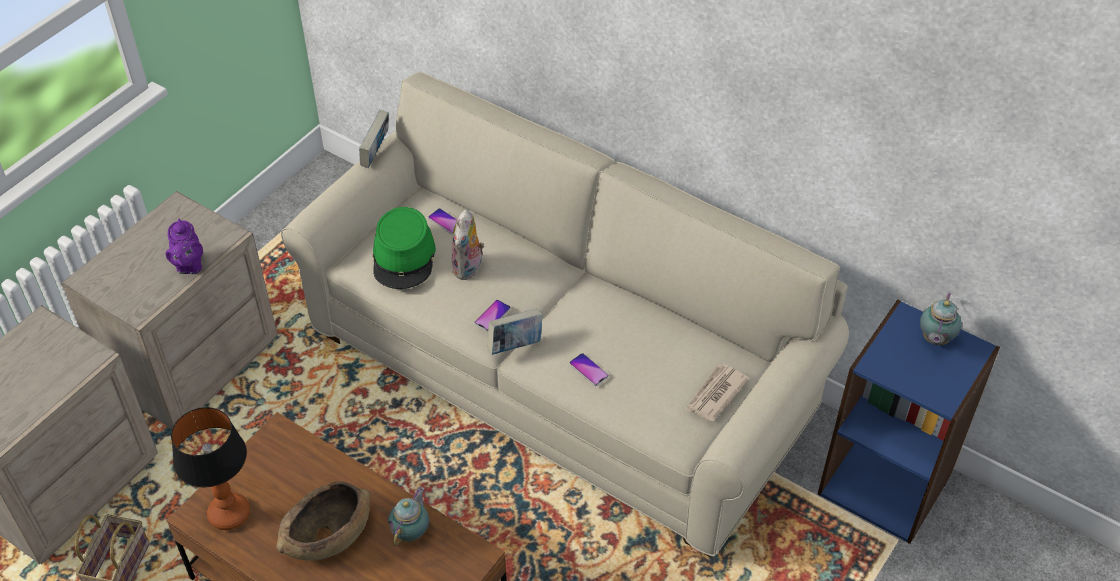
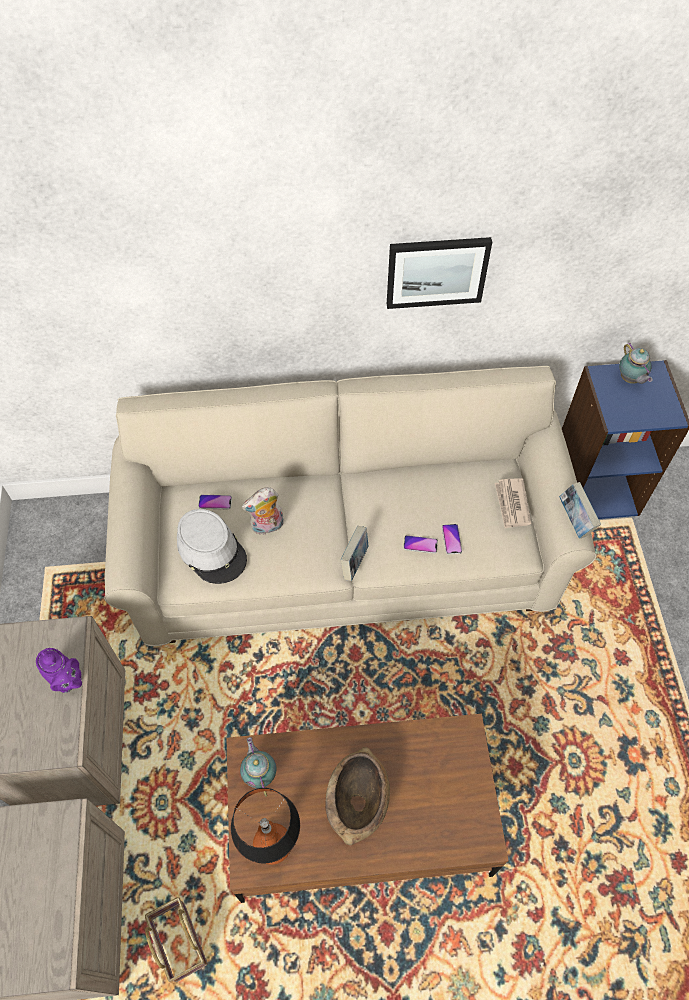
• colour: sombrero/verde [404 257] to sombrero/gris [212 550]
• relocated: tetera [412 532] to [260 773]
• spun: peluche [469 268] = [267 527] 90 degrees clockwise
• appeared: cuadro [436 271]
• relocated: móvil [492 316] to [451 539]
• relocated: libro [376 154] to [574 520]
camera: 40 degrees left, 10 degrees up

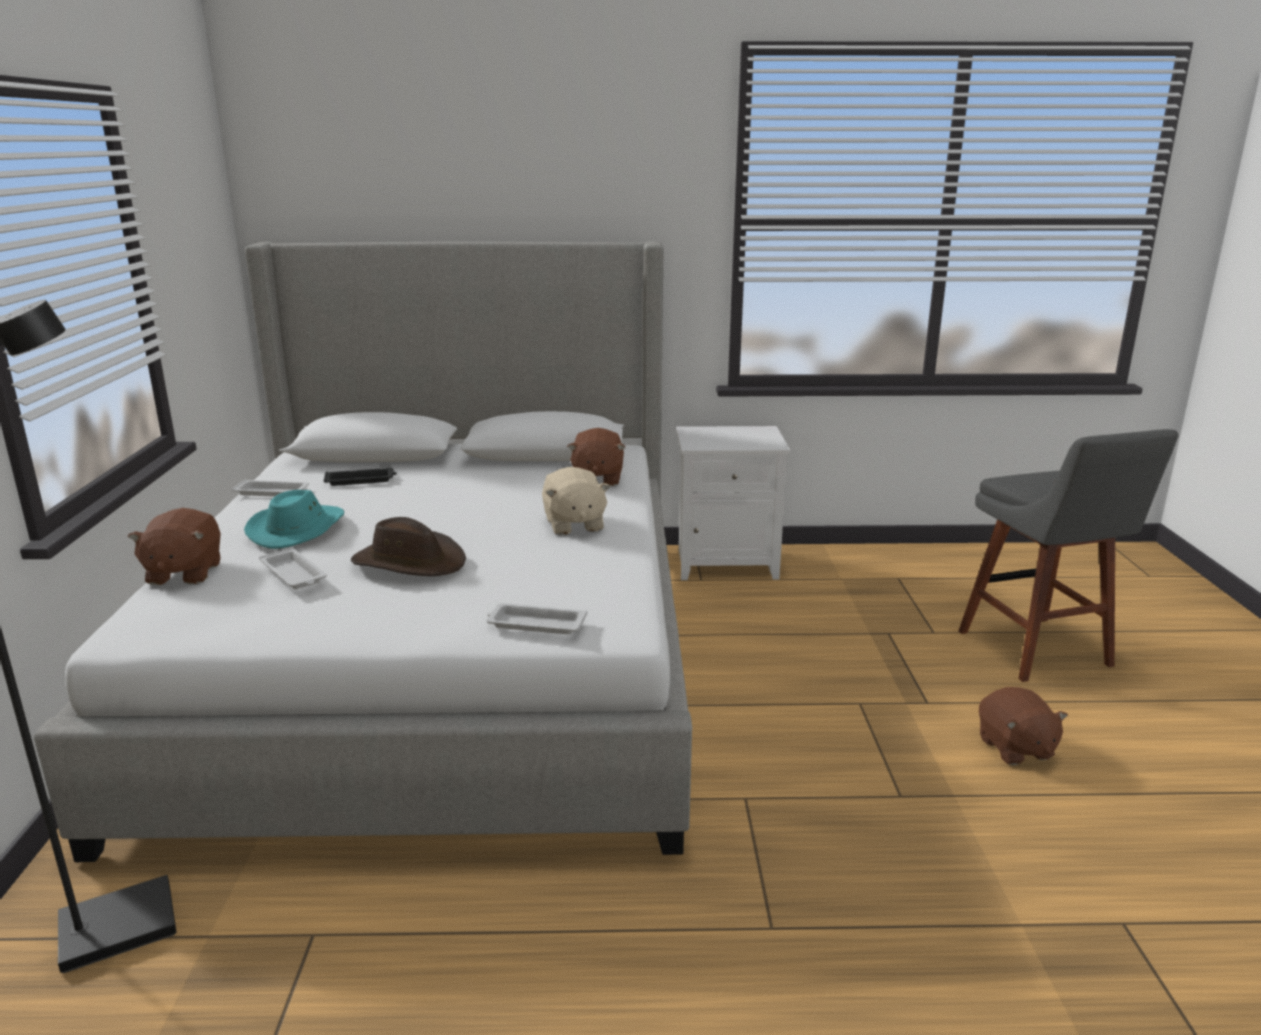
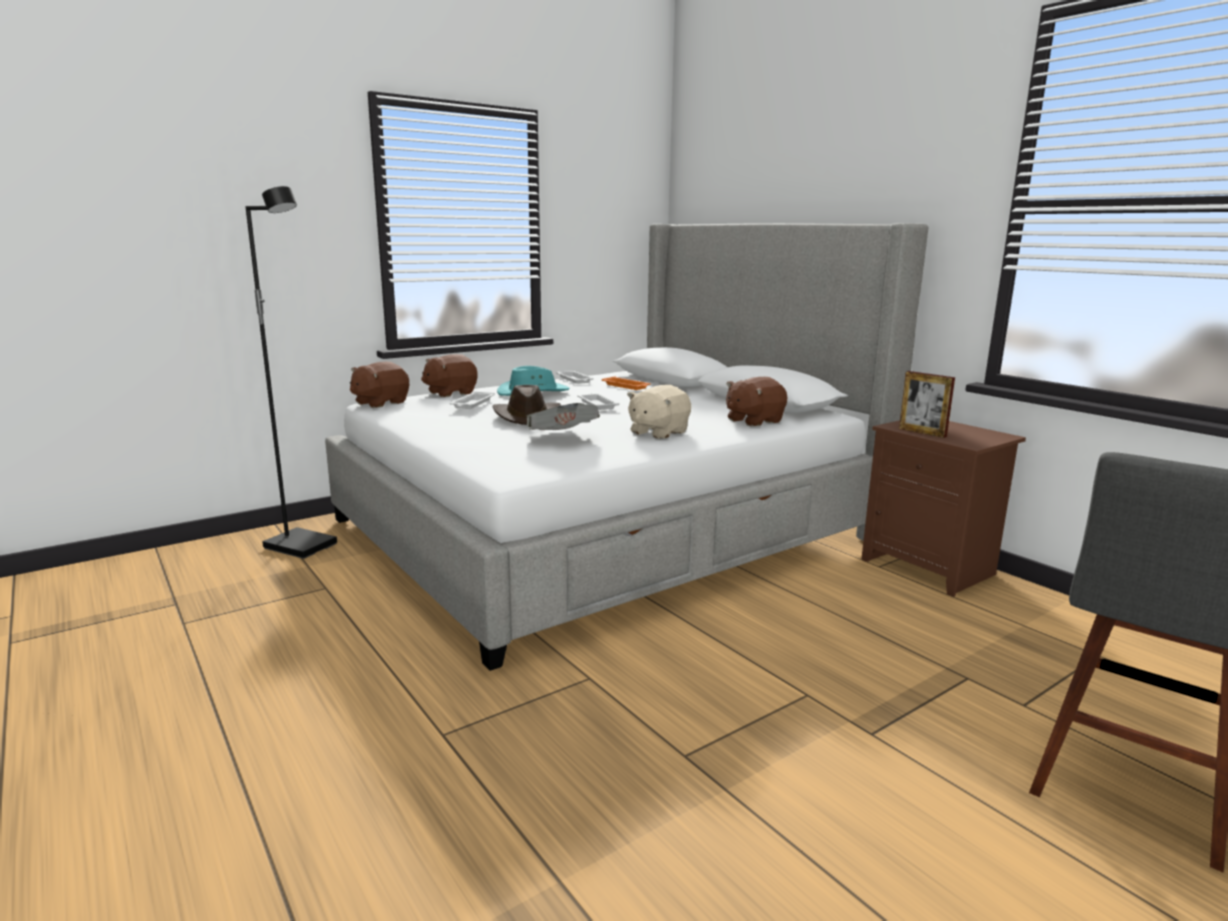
• relocated: peluche/marrón [1015 748] to [380 403]
• appeared: periódico [562 439]
• relocated: bandeja/blanco [535 624] to [597 404]
• colour: bandeja/negro [361 480] to bandeja/naranja [626 386]
• colour: mesita de noche/blanco [727 563] to mesita de noche/marrón [931 567]
• appeared: portarretratos [922 432]
camera: 55 degrees right, 5 degrees down

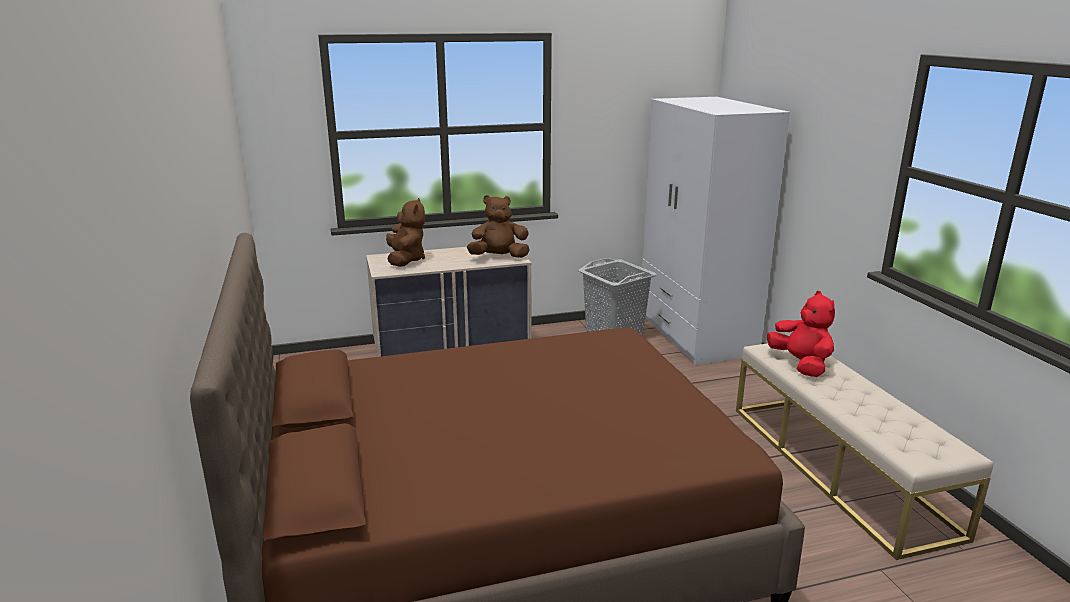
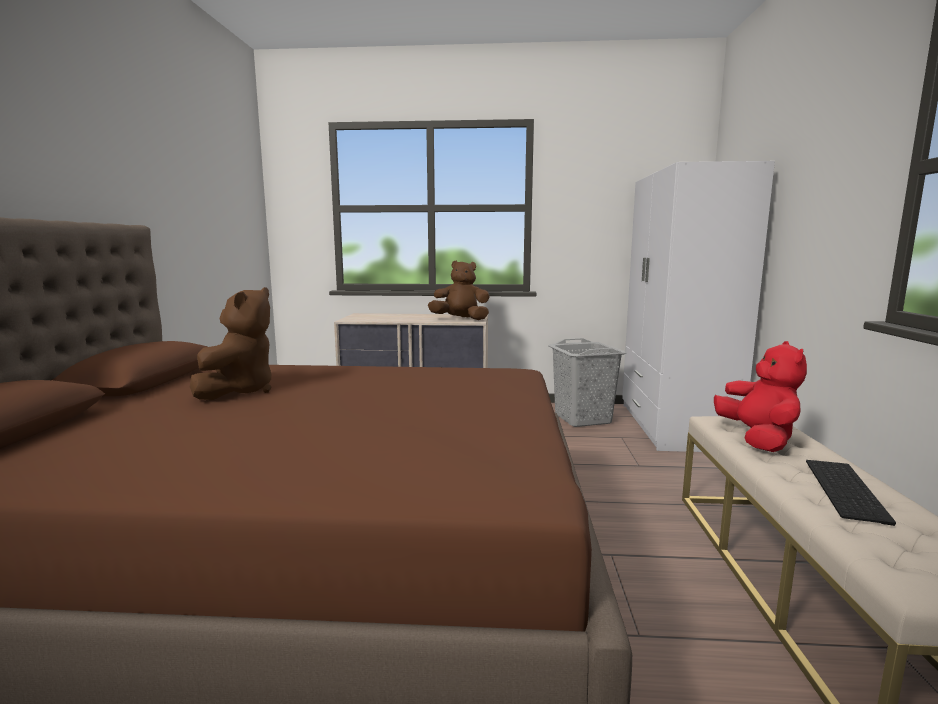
• relocated: peluche/marrón [405 260] to [239 391]
• appeared: teclado [848 490]
camera: 20 degrees right, 10 degrees down

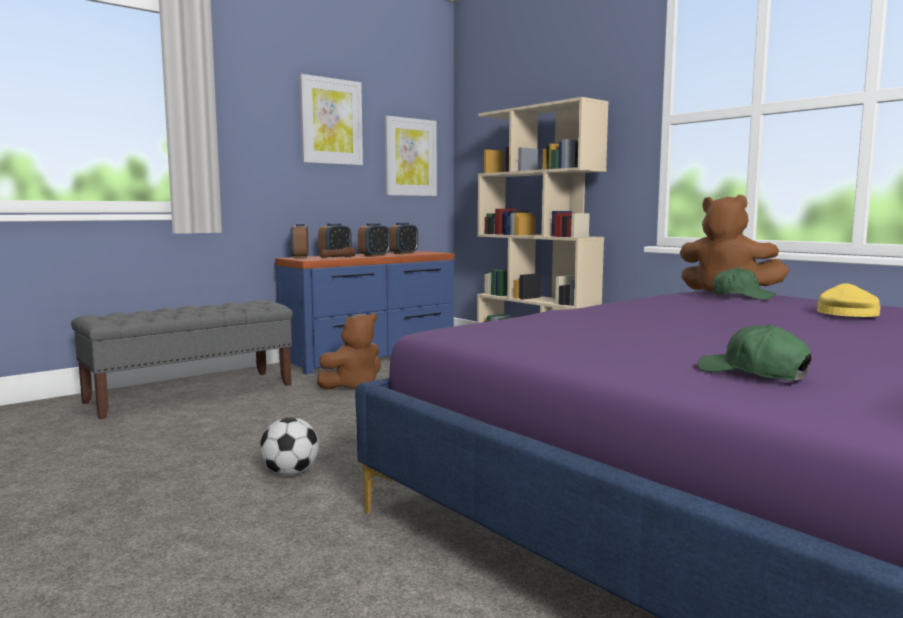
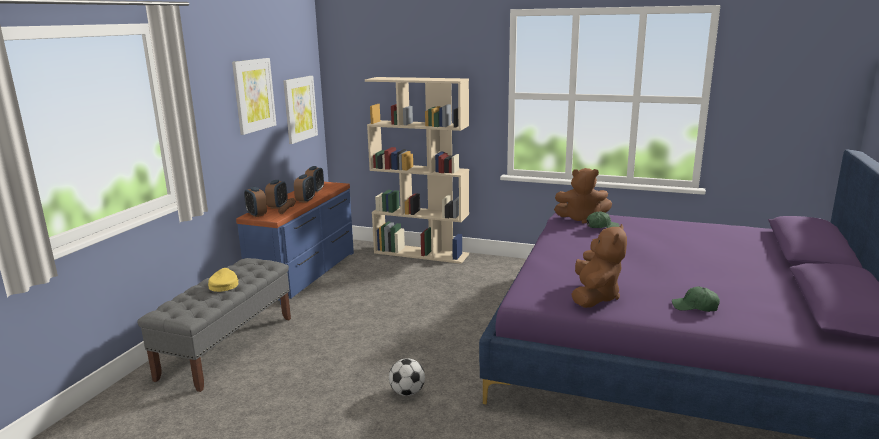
• relocated: gorra/amarillo [846 313] to [224 285]
• relocated: peluche/marrón [353 386] to [594 297]
camera: 30 degrees left, 10 degrees up

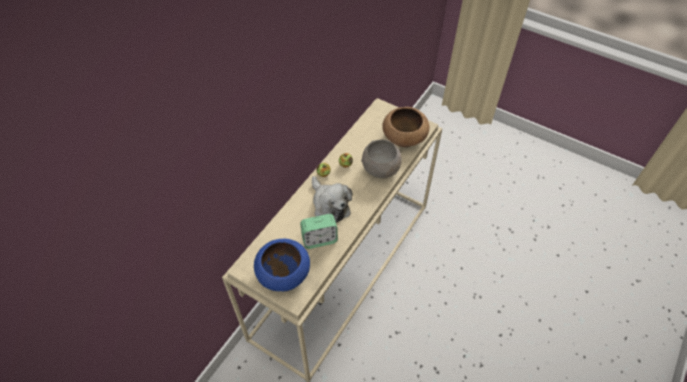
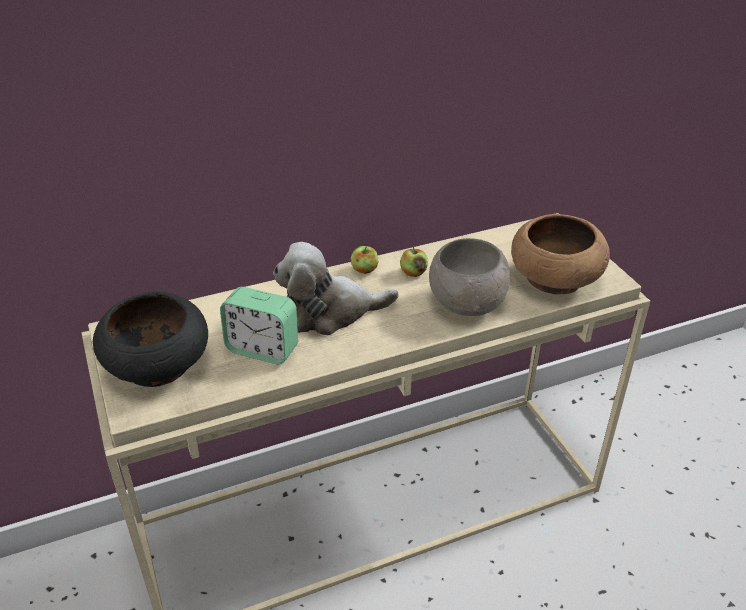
• colour: cuenco/azul [284 274] to cuenco/negro [158 367]
• spun: peluche [329 205] = [330 312] 75 degrees clockwise
camera: 35 degrees right, 15 degrees down

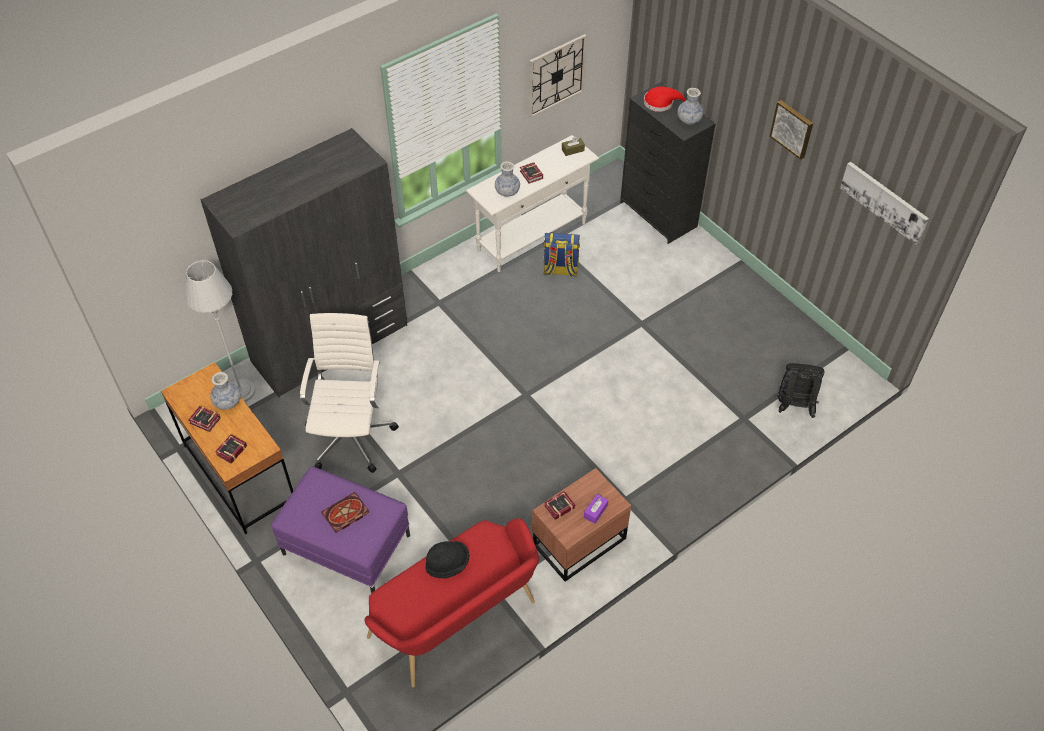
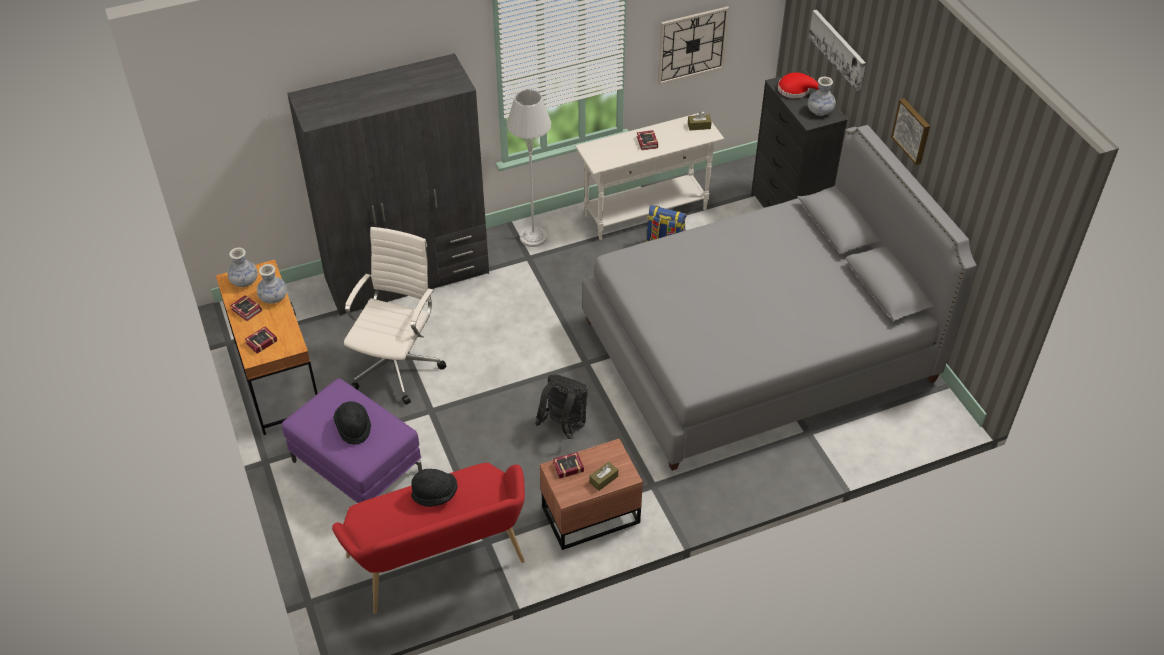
• relocated: florero [507 191] to [244 281]
• exchanged: libro [345 514] to sombrero/negro [353 428]
• relocated: lámpara de pie/gris [241 391] to [533 237]
• relocated: mochila/negro [794 406] to [564 425]
• appeared: cama/gris [758 350]
• colour: caja de pañuelos/morado [595 511] to caja de pañuelos/marrón [603 479]
• relocated: cuadro [884 201] to [838 49]
camera: 15 degrees right, 5 degrees down

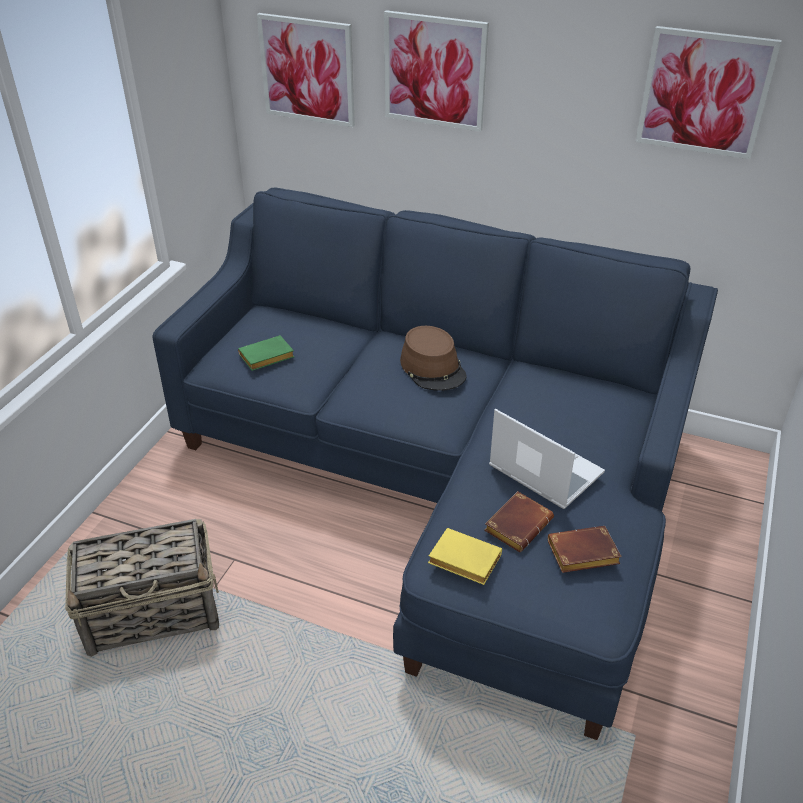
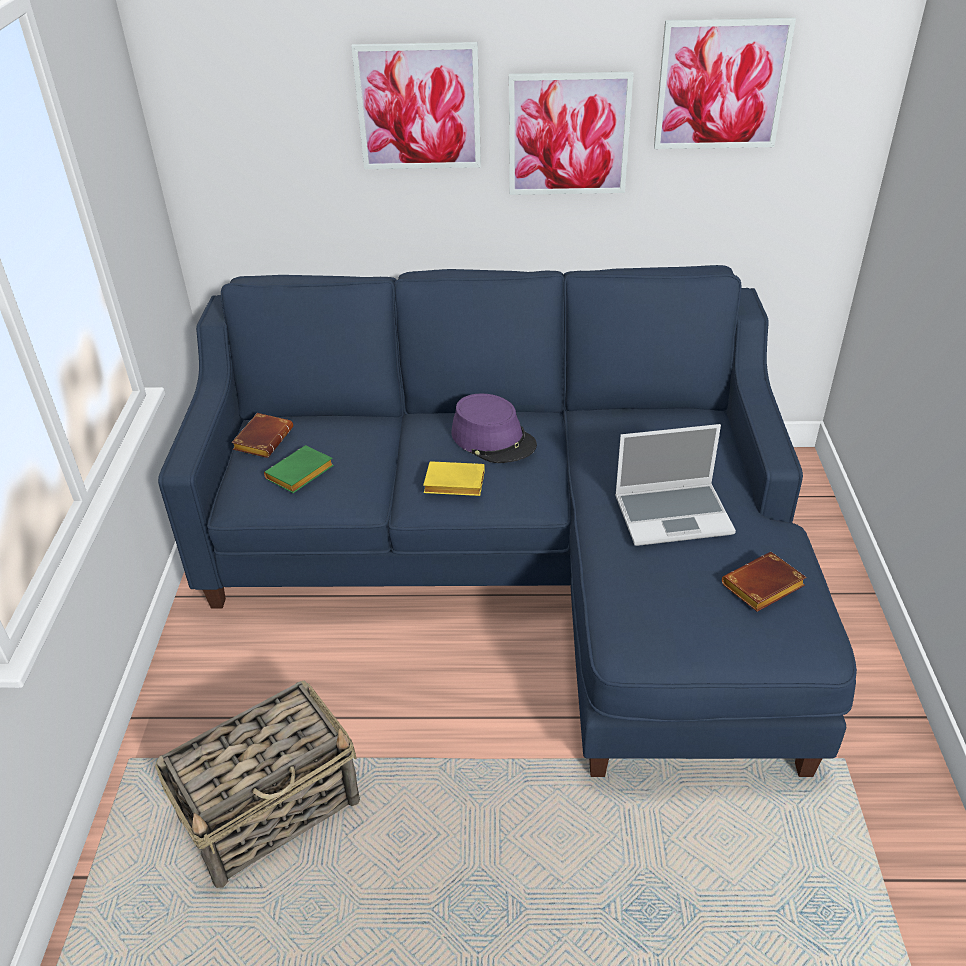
• relocated: libro/marrón [517 524] to [263 439]
• relocated: libro/amarillo [462 561] to [452 484]
• colour: sombrero/marrón [433 368] to sombrero/morado [493 439]
• relocated: cuadro [307 70] to [568 134]
• spun: portátil [543 471] = [674 514] 150 degrees clockwise
camera: 20 degrees left, 0 degrees up

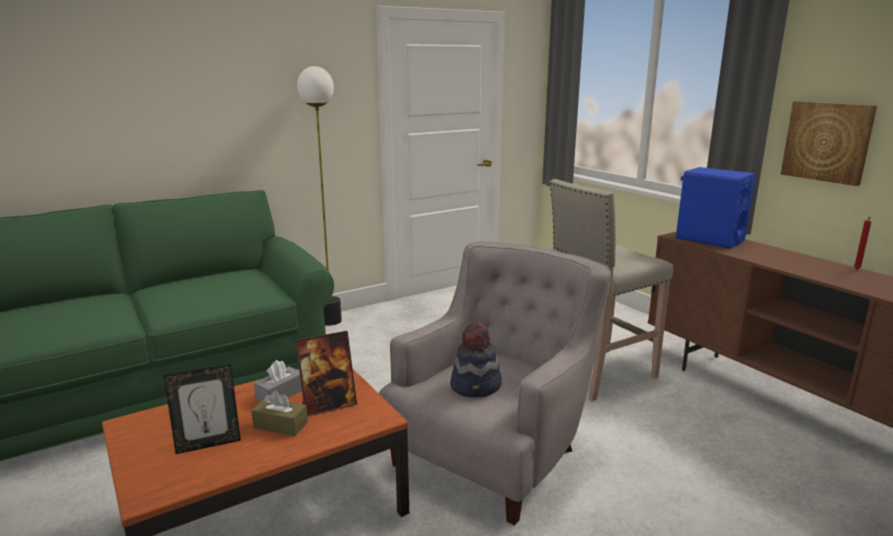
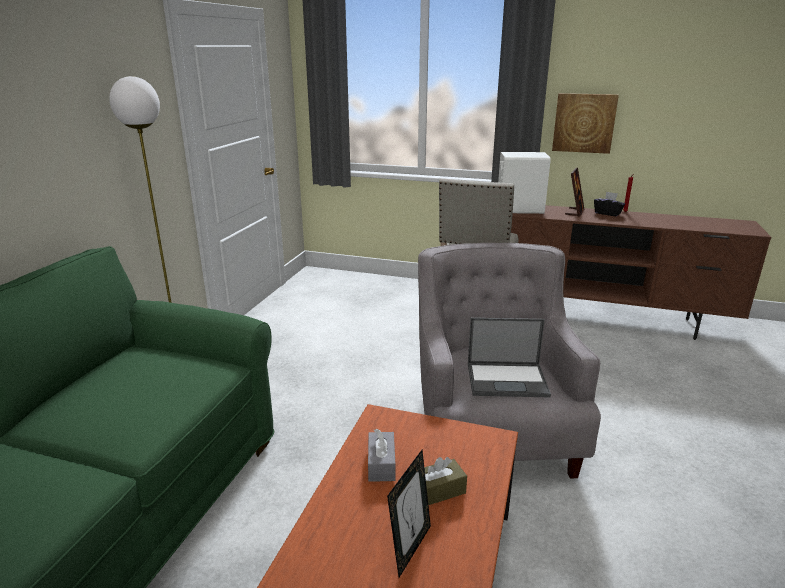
• exchanged: sombrero [476 386] to portátil [508 379]
• colour: altavoz/azul [709 239] to altavoz/blanco [519 209]
• relocated: portarretratos [328 405] to [574 212]
• appeared: caja de pañuelos/negro [607 213]
camera: 40 degrees left, 5 degrees up

